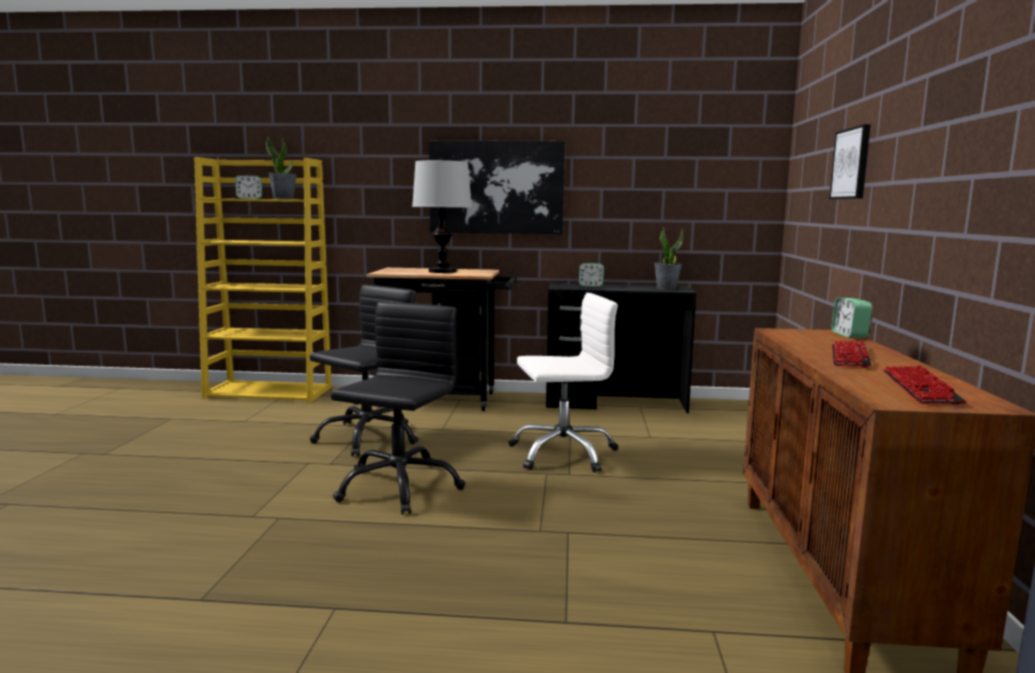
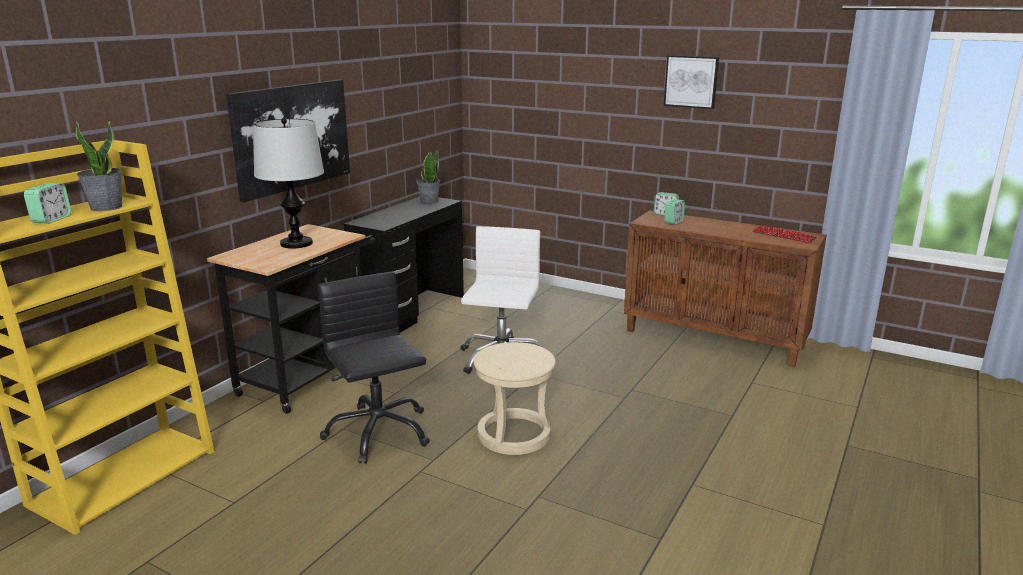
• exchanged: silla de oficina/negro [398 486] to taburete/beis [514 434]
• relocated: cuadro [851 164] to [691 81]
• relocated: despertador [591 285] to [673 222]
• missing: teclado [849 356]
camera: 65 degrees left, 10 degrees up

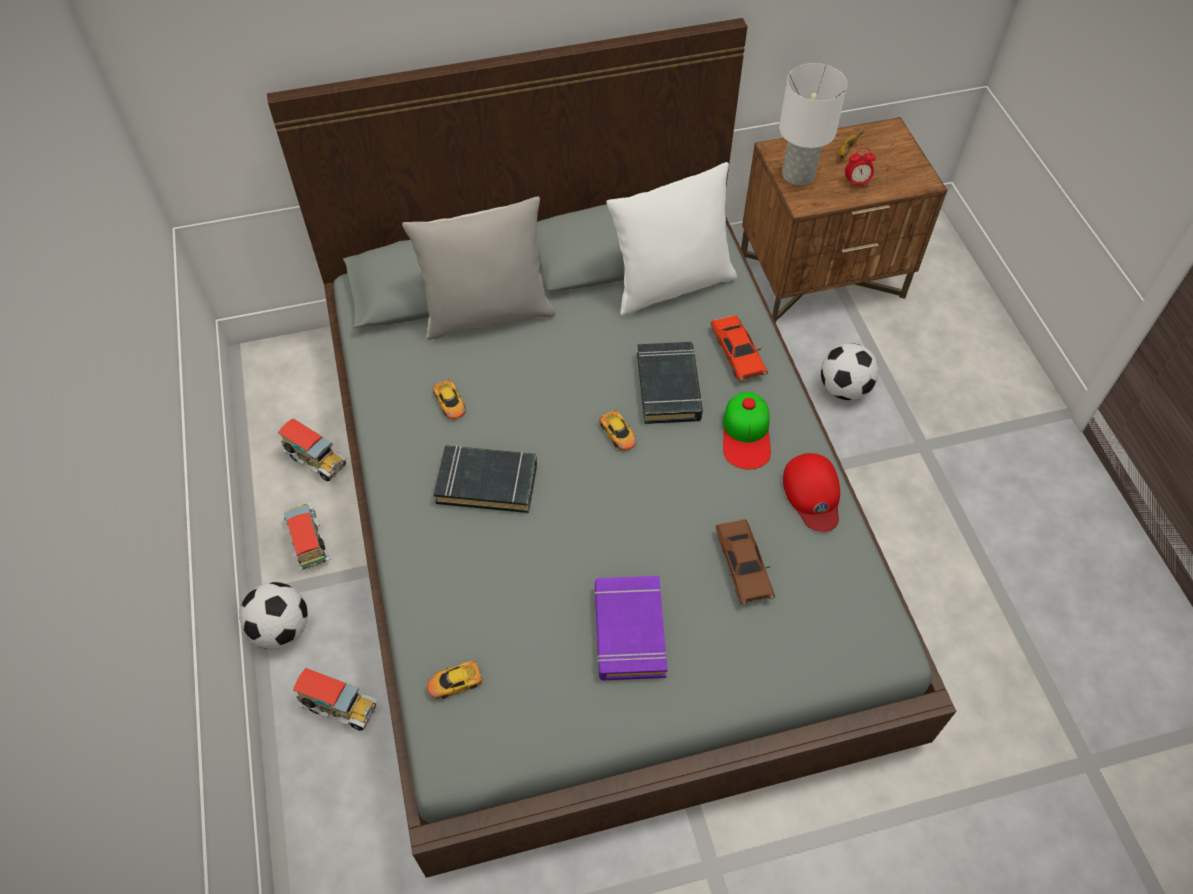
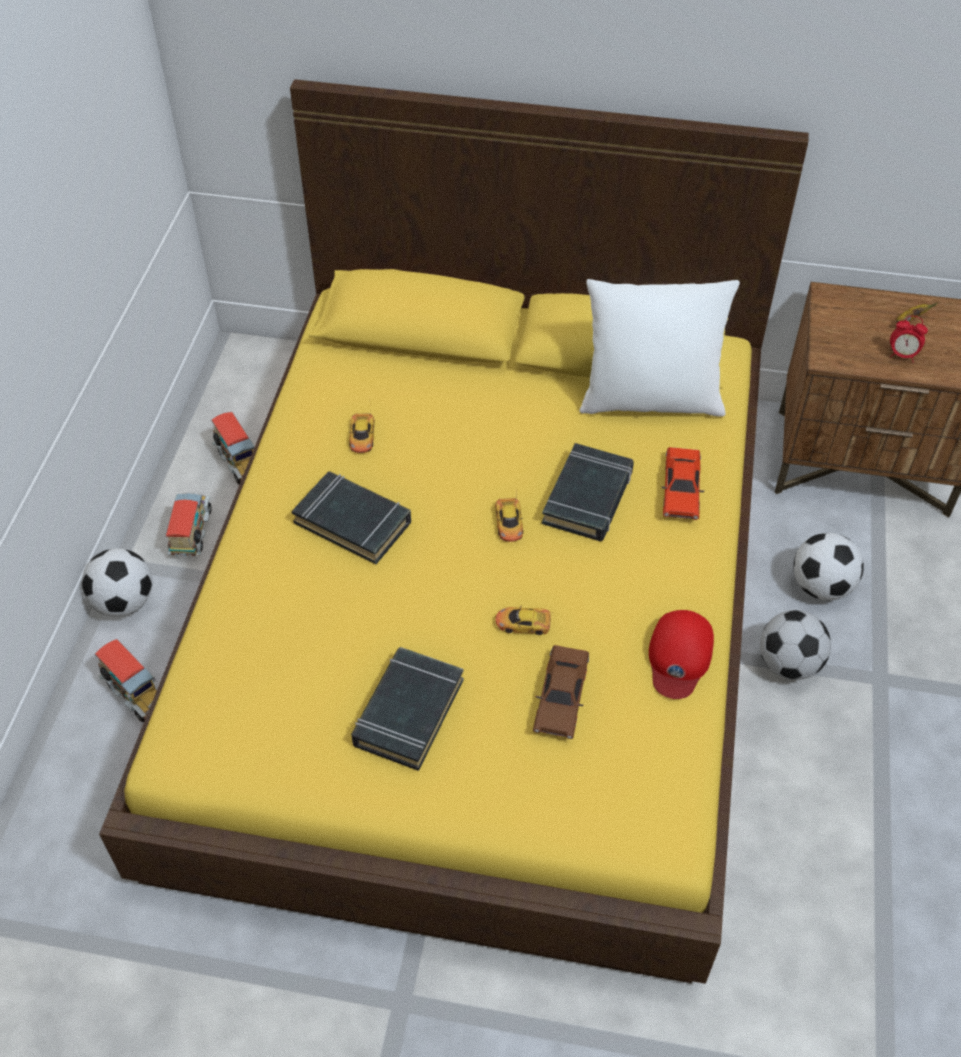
• colour: cama/gris [596 510] to cama/amarillo [482 609]
• colour: libro/morado [629 631] to libro/negro [408 712]
• relocated: coche de juguete [455 682] to [523 623]
• appeared: balón de fútbol [788 664]
• missing: cojín/gris [487 314]
• missing: gorra [746 434]
• missing: lámpara de mesa/blanco [797 175]
camera: 25 degrees right, 5 degrees down

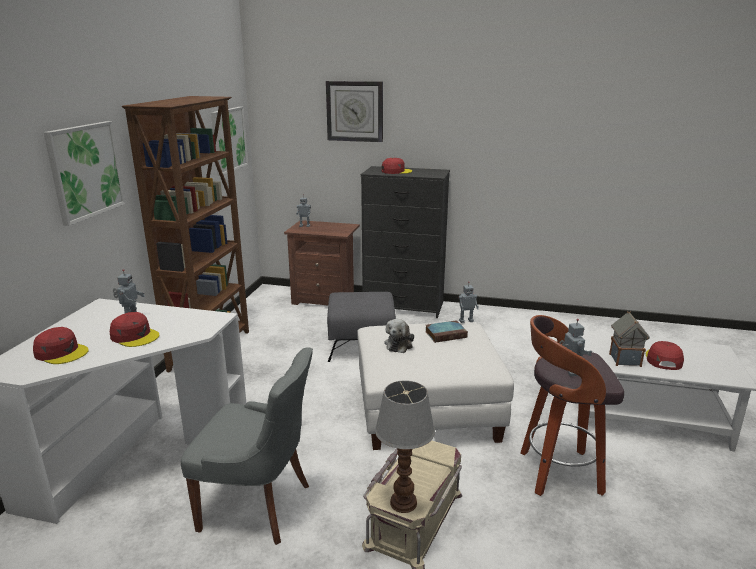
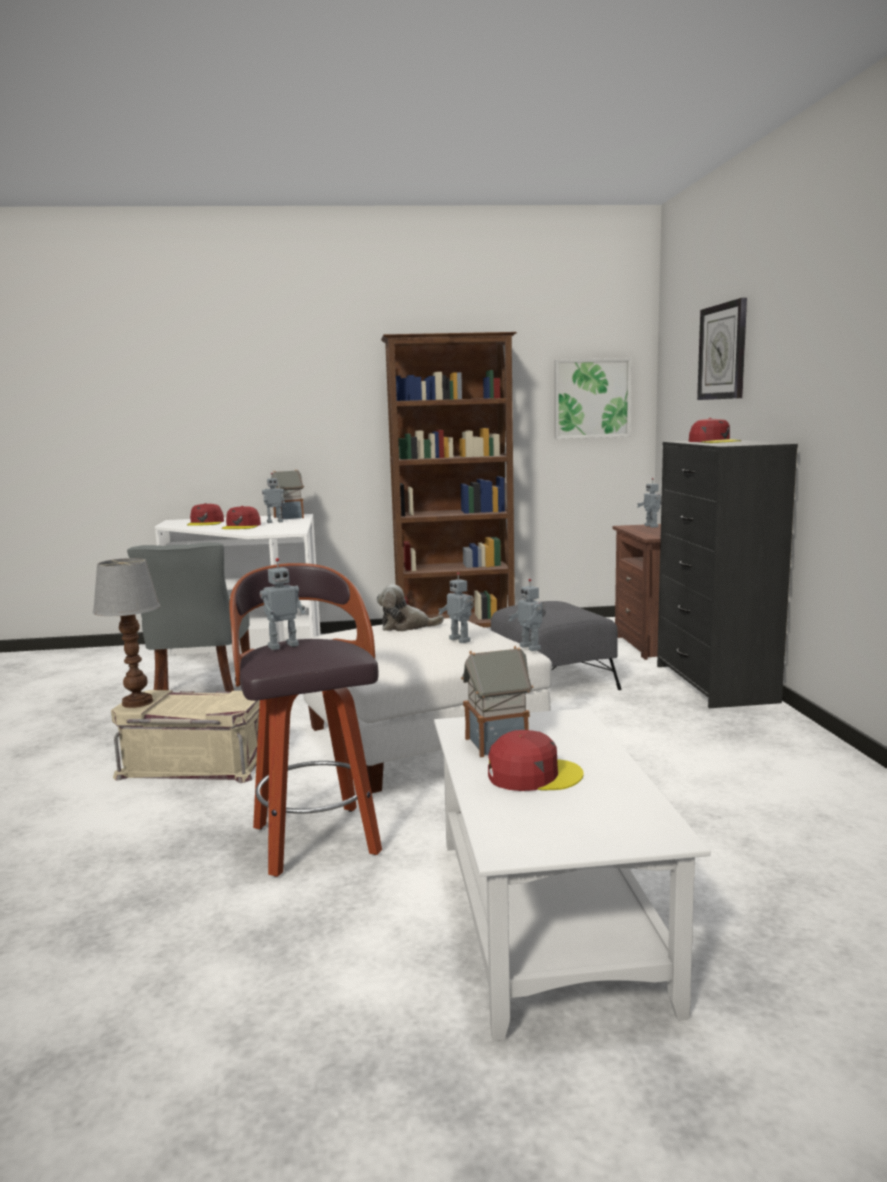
• appeared: casita [289 517]
• exchanged: libro [446 334] to robot de juguete [461 640]
• missing: cuadro [85 171]
camera: 70 degrees right, 10 degrees down

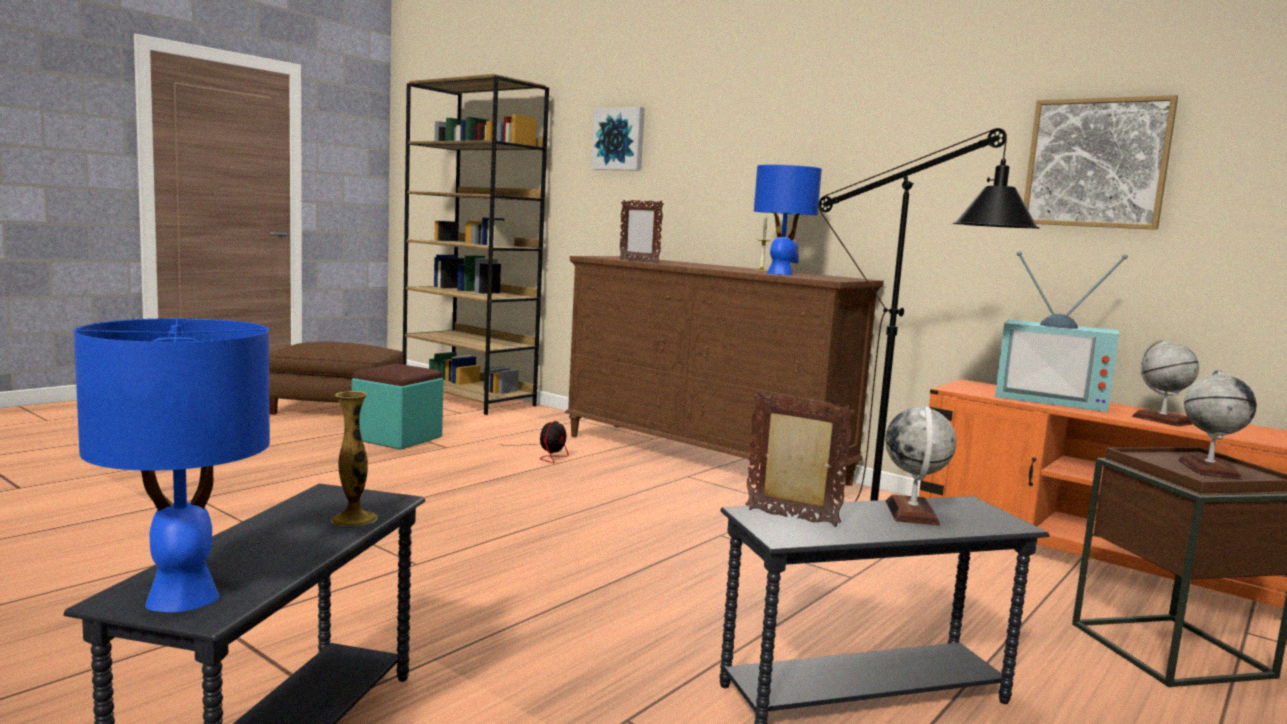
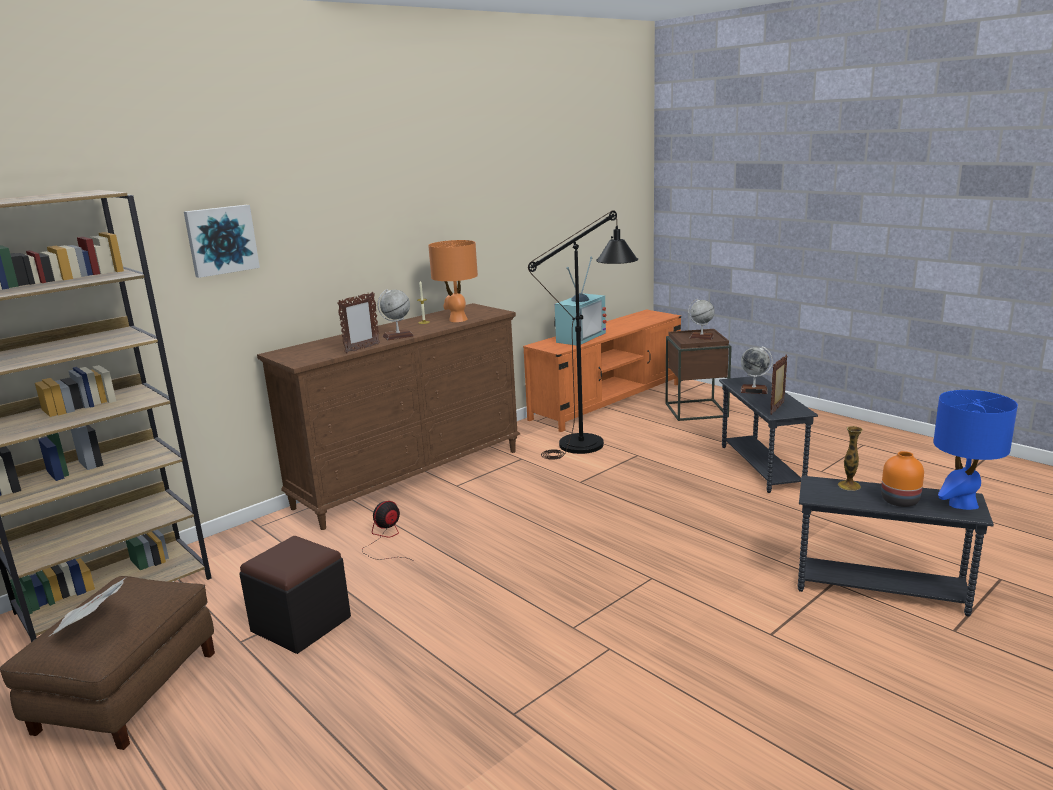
• appeared: periódico [92 624]
• colour: puf/turquesa [397 438] to puf/negro [301 624]
• spun: ventilador [546 454] = [386 540] 75 degrees counterclockwise
• relocated: globo terráqueo [1161 420] to [398 336]
• colour: lámpara de mesa/azul [780 274] to lámpara de mesa/naranja [457 319]
• appeared: florero/naranja [901 501]
• missing: cuadro [1096 163]
camera: 80 degrees left, 10 degrees up

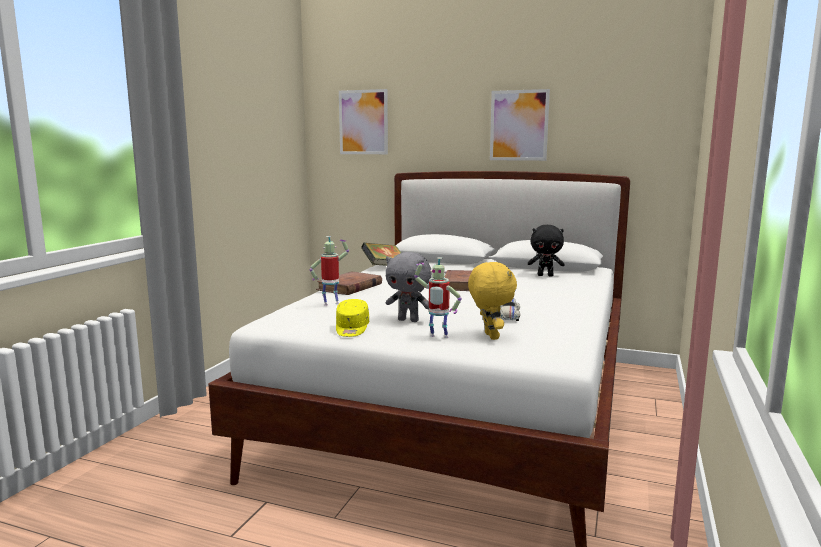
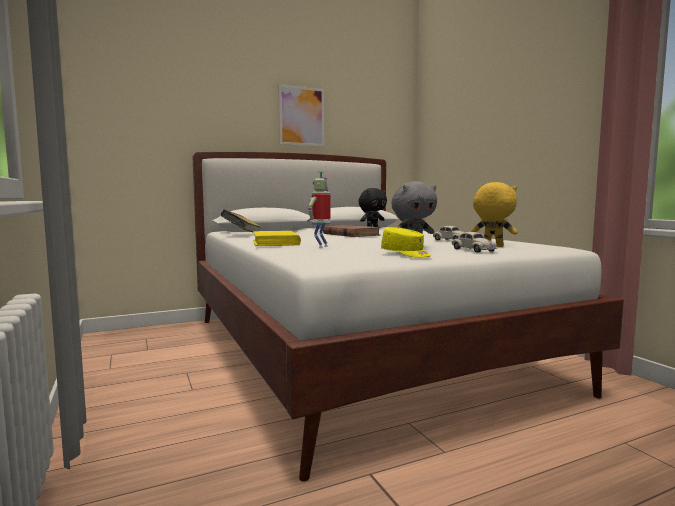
• colour: libro/marrón [349 287] to libro/amarillo [275 242]
• exchanged: robot de juguete [437 337] to coche de juguete/blanco [473 250]
• missing: cuadro [363 122]
camera: 45 degrees left, 5 degrees down

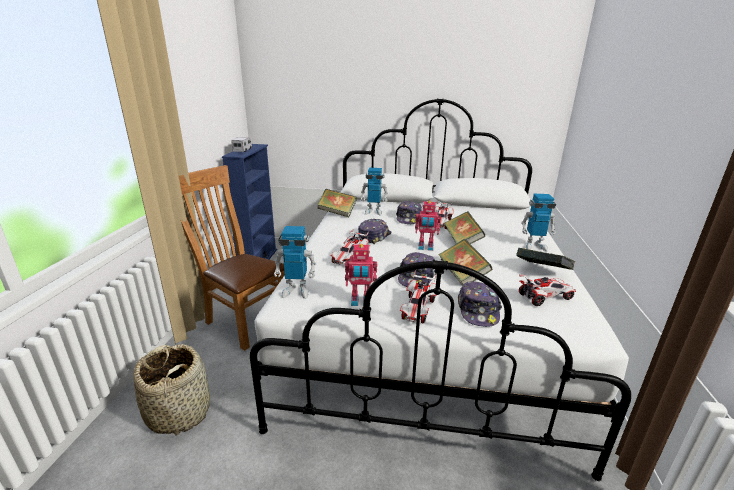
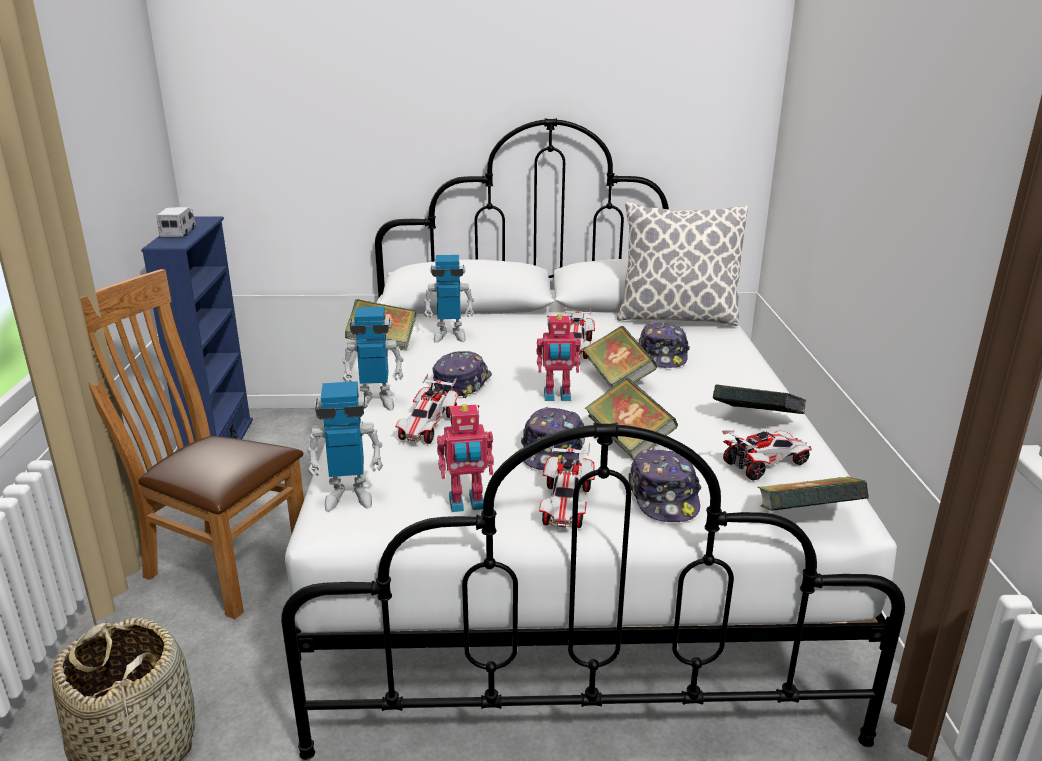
• relocated: robot de juguete [534 246] to [375 402]
• appeared: cojín [677 318]
• relocated: gorra [409 218] to [663 355]
• appeared: libro [805 519]
camera: 10 degrees left, 0 degrees up

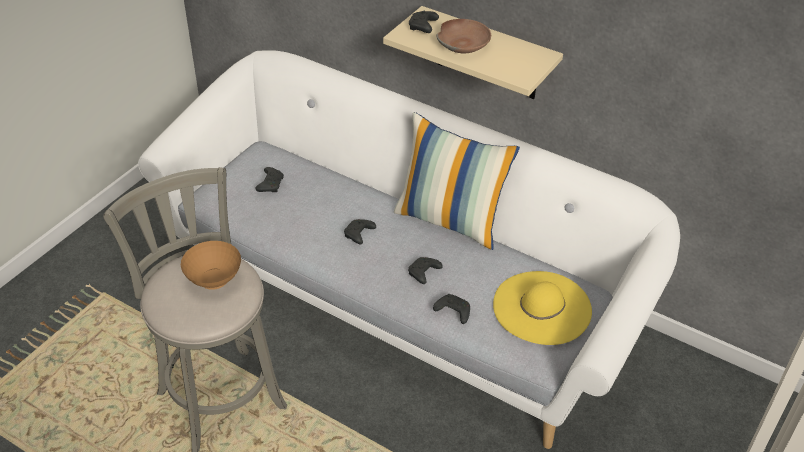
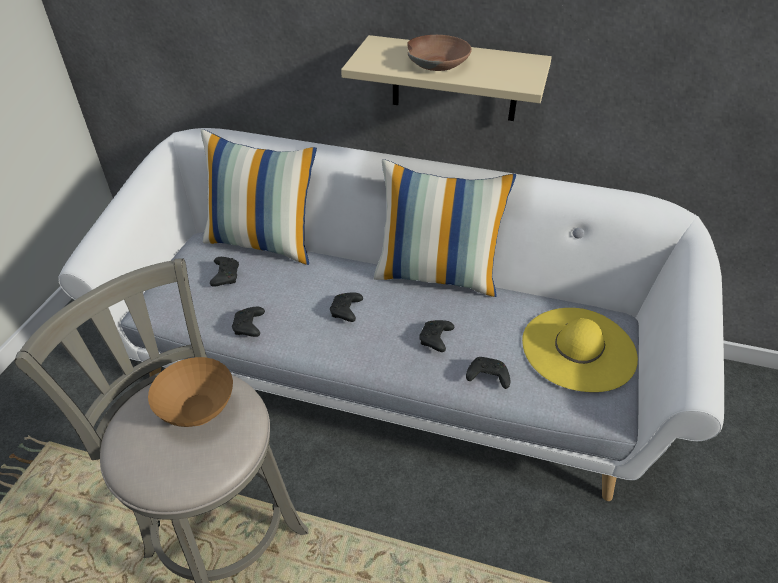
• appeared: cojín [263 242]
• relocated: mando de consola/negro [423 27] to [249 327]
camera: 15 degrees left, 0 degrees up

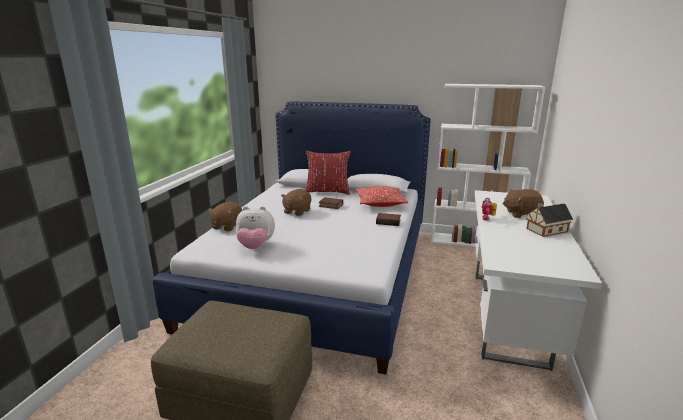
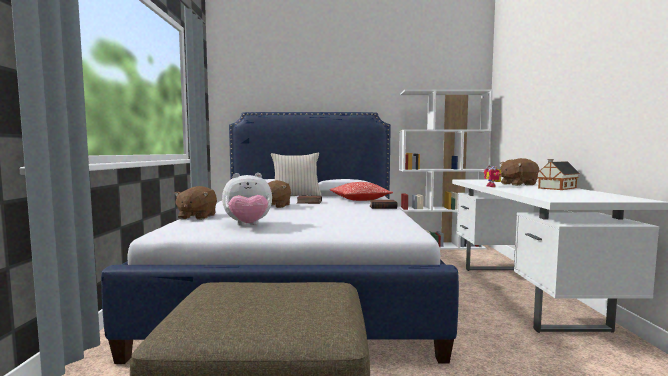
• colour: cojín/rojo [327 191] to cojín/beis [296 197]
camera: 15 degrees left, 15 degrees down

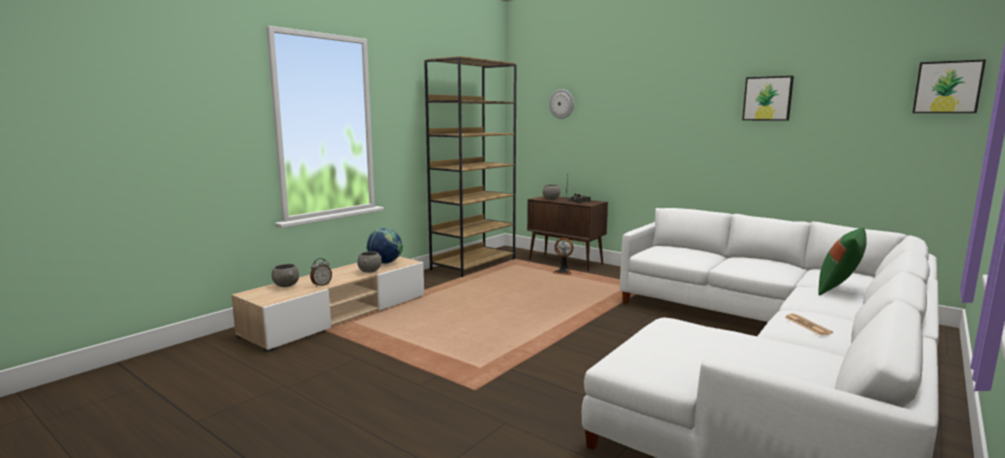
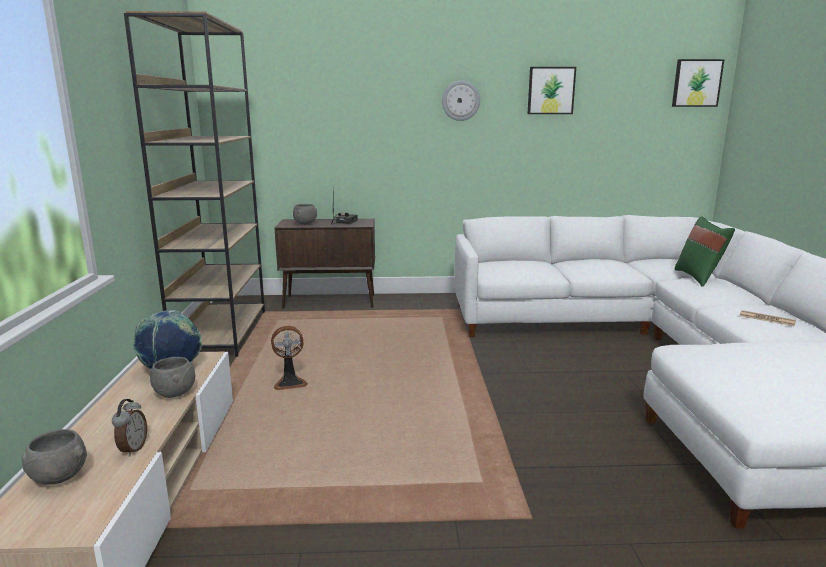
• relocated: ventilador [563 272] to [290 383]
• relocated: reloj de pared [562 104] to [460 100]
camera: 40 degrees left, 5 degrees up

